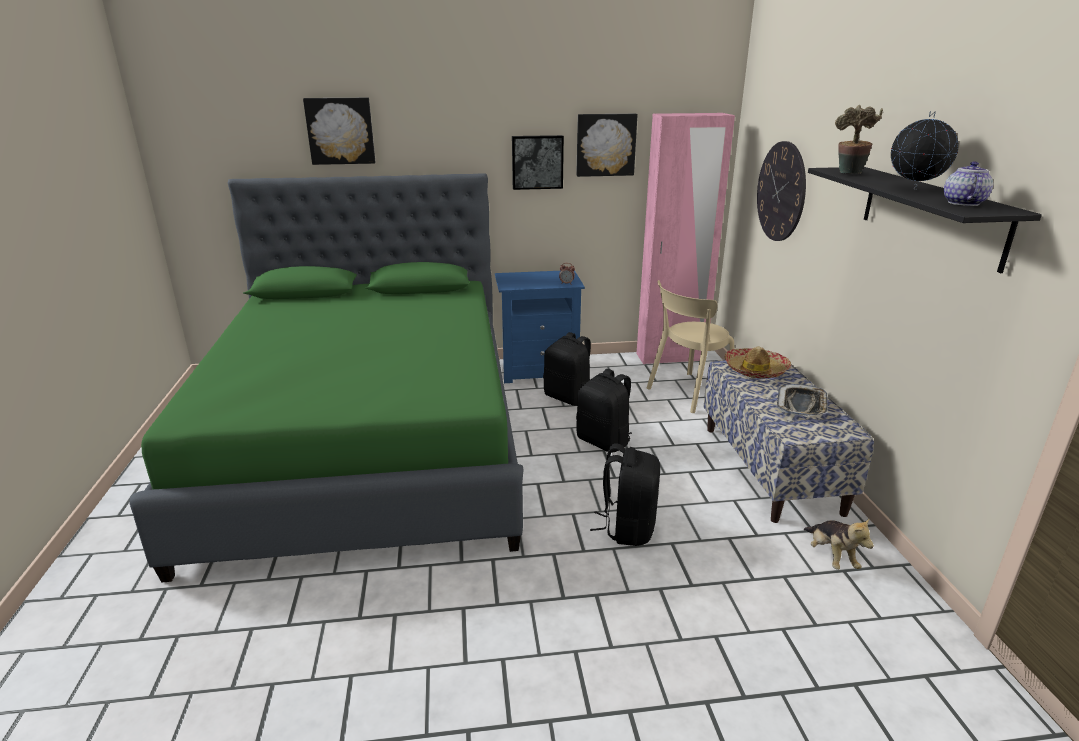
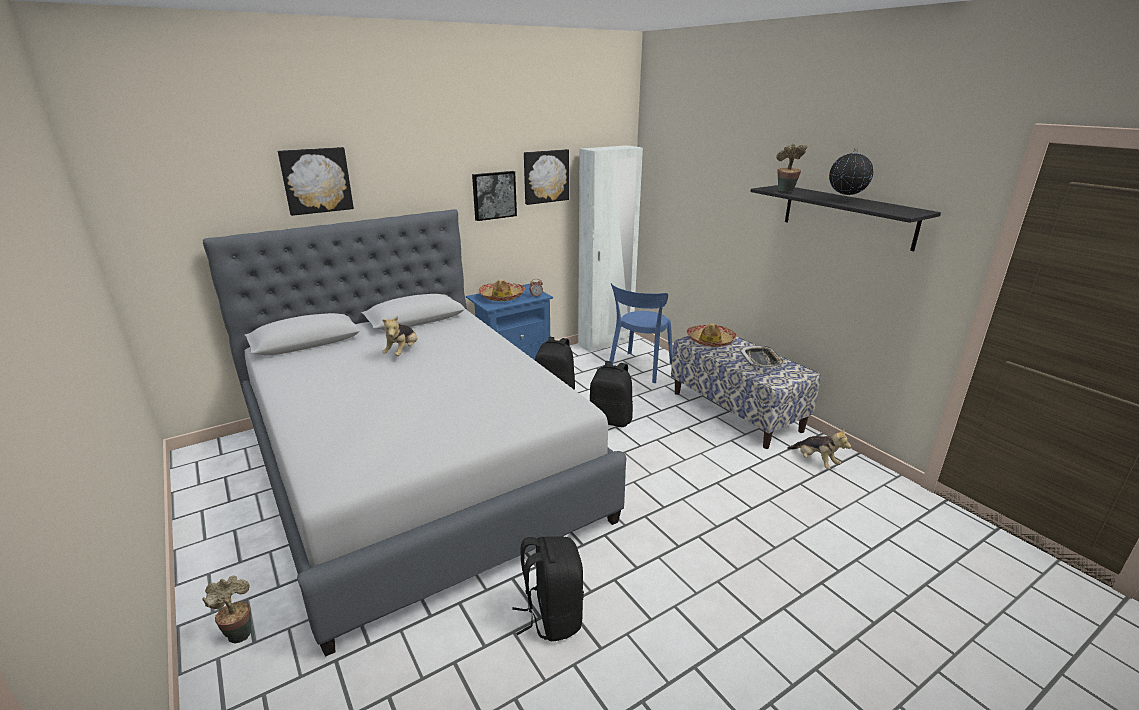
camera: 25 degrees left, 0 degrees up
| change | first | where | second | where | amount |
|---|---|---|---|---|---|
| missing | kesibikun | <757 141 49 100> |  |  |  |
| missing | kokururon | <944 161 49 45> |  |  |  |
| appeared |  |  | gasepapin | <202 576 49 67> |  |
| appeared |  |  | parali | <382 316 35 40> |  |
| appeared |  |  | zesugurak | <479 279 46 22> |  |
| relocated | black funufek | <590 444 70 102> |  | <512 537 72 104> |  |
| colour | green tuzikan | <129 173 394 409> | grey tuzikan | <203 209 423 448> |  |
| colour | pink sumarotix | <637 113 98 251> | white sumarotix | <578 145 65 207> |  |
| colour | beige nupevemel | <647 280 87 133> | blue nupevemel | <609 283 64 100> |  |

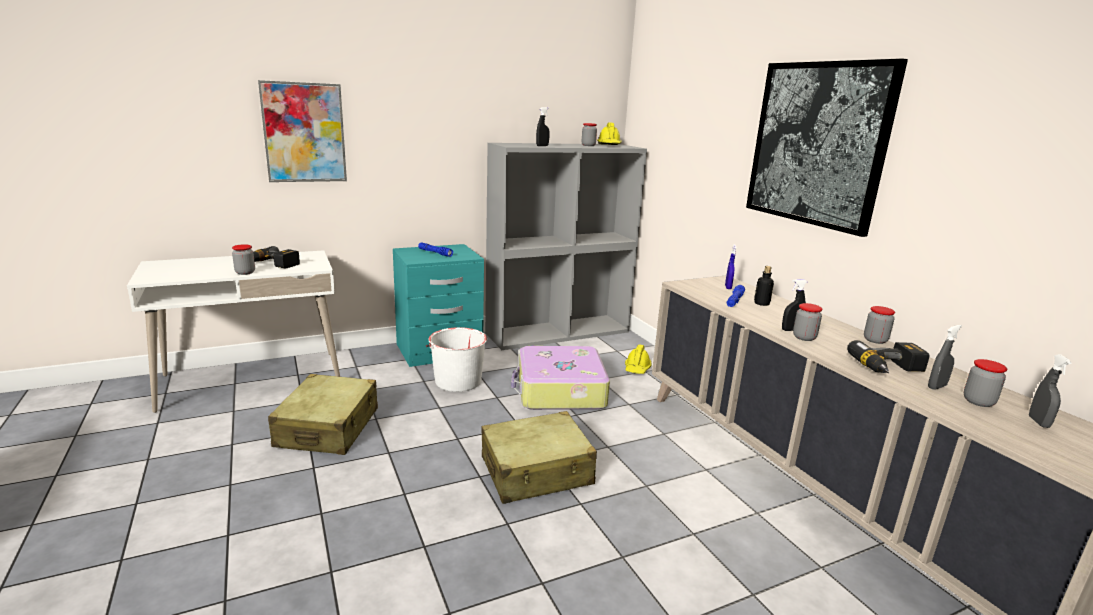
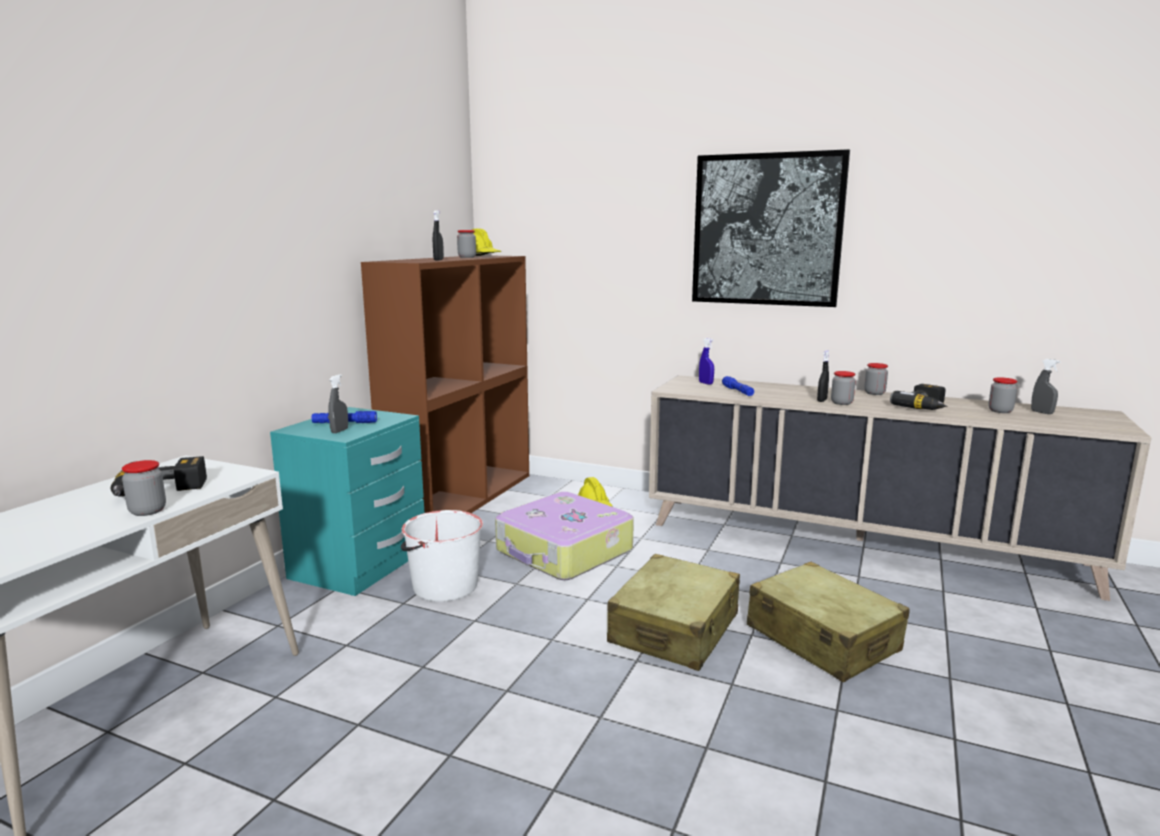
camera: 40 degrees left, 5 degrees down
| change | first | where | second | where | amount |
|---|---|---|---|---|---|
| missing | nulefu | <258 80 89 102> |  |  |  |
| missing | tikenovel | <754 266 20 40> |  |  |  |
| relocated | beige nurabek | <268 374 110 81> |  | <747 562 163 120> |  |
| relocated | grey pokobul | <928 325 34 65> |  | <328 374 20 59> |  |
| colour | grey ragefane | <485 143 162 207> | brown ragefane | <361 255 168 258> |  |

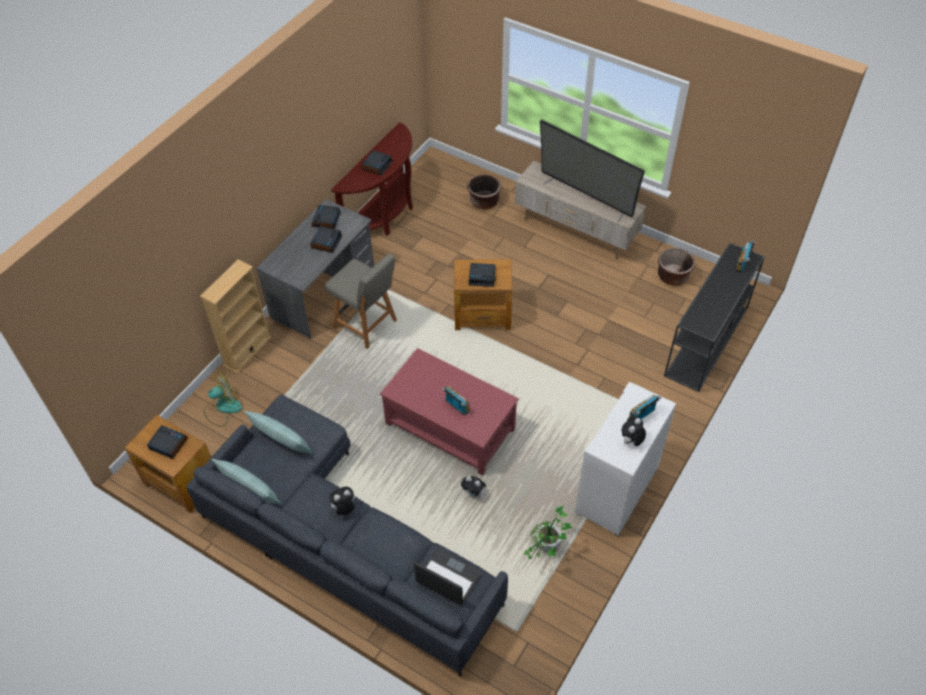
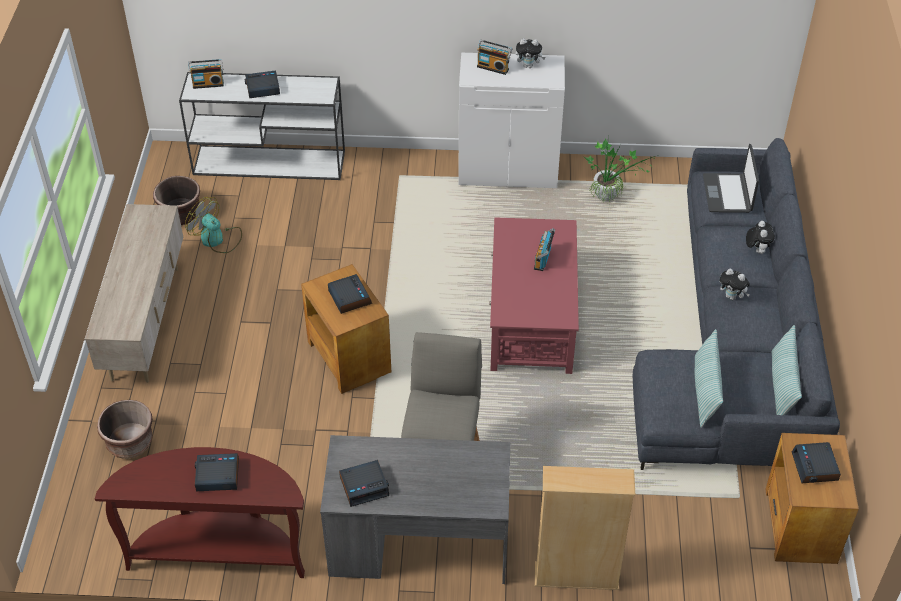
camera: 120 degrees left, 5 degrees down
| change | first | where | second | where | amount |
|---|---|---|---|---|---|
| missing | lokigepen | <540 120 105 102> |  |  |  |
| relocated | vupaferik | <204 371 38 56> |  | <185 197 57 56> |  |
| relocated | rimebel | <310 226 32 27> |  | <244 70 36 28> |  |
| relocated | parali | <461 476 25 21> |  | <746 221 29 33> |  |
| colour | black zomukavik | <664 243 101 149> | white zomukavik | <179 72 166 108> |  |

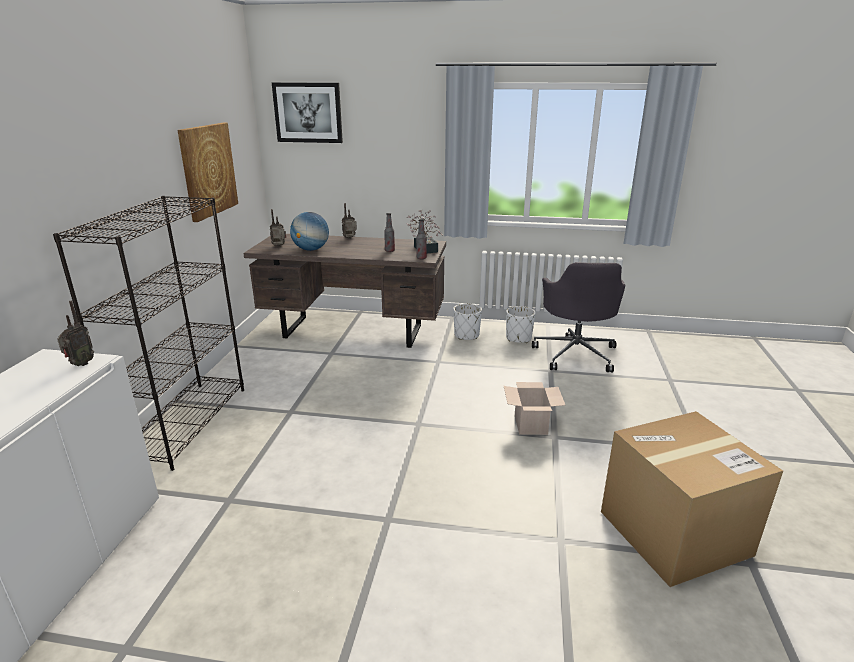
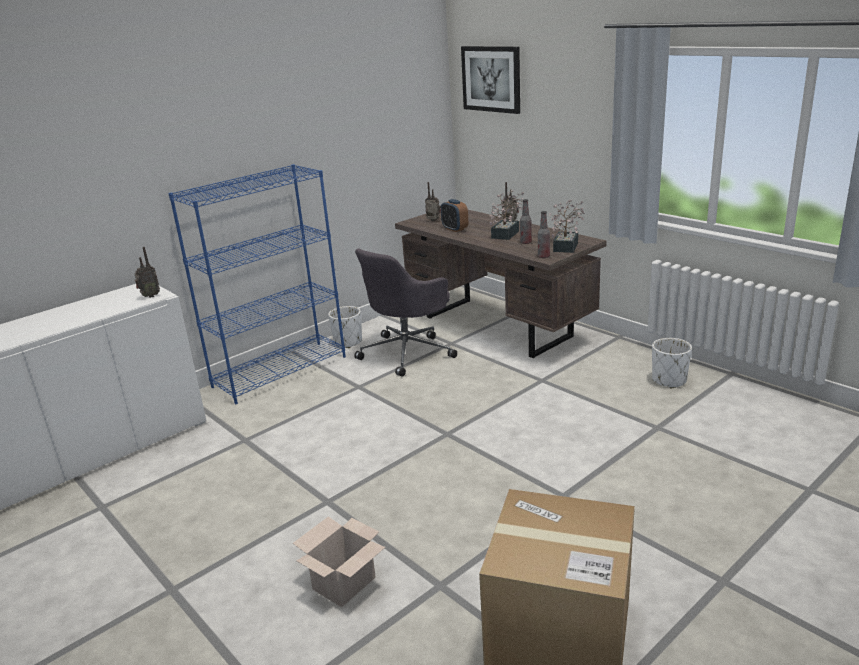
camera: 40 degrees right, 0 degrees up
| change | first | where | second | where | amount |
|---|---|---|---|---|---|
| missing | nulefu | <177 123 61 99> |  |  |  |
| appeared |  |  | gasepapin | <490 190 34 50> |  |
| relocated | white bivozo | <453 303 29 37> |  | <328 306 34 42> |  |
| relocated | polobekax | <504 382 61 53> |  | <293 516 93 91> |  |
| relocated | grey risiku | <532 262 94 110> |  | <354 248 103 129> |  |
| exchanged | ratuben | <290 212 39 39> | rimebel | <441 199 27 33> |  |
| colour | black ragefane | <53 196 191 275> | blue ragefane | <169 164 177 241> |  |

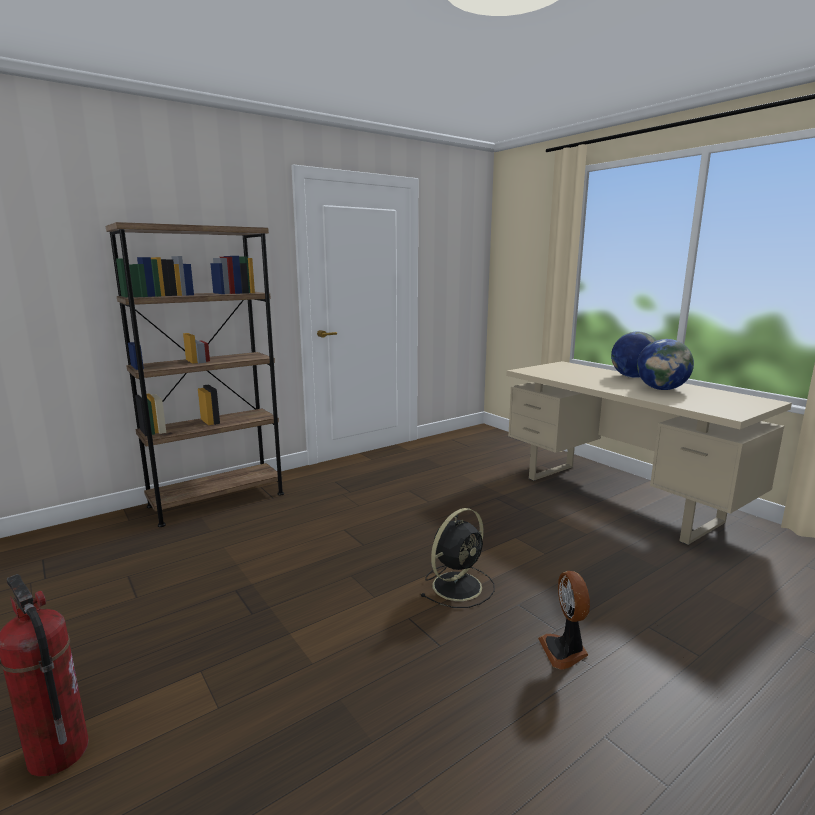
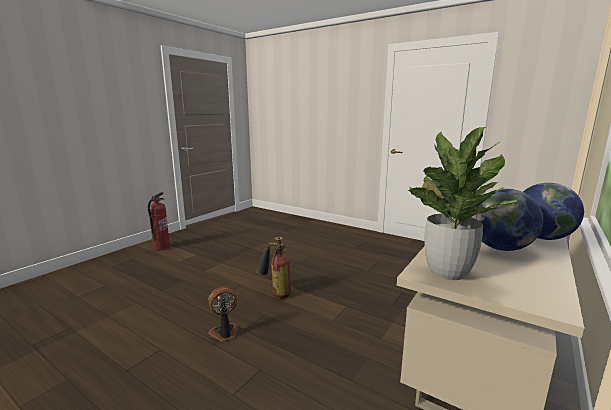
camera: 70 degrees right, 0 degrees up
| change | first | where | second | where | amount |
|---|---|---|---|---|---|
| missing | brown ragefane | <106 222 178 305> |  |  |  |
| appeared |  |  | gasepapin | <407 127 111 153> |  |
| exchanged | black vupaferik | <420 508 75 100> | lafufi | <255 237 36 62> |  |

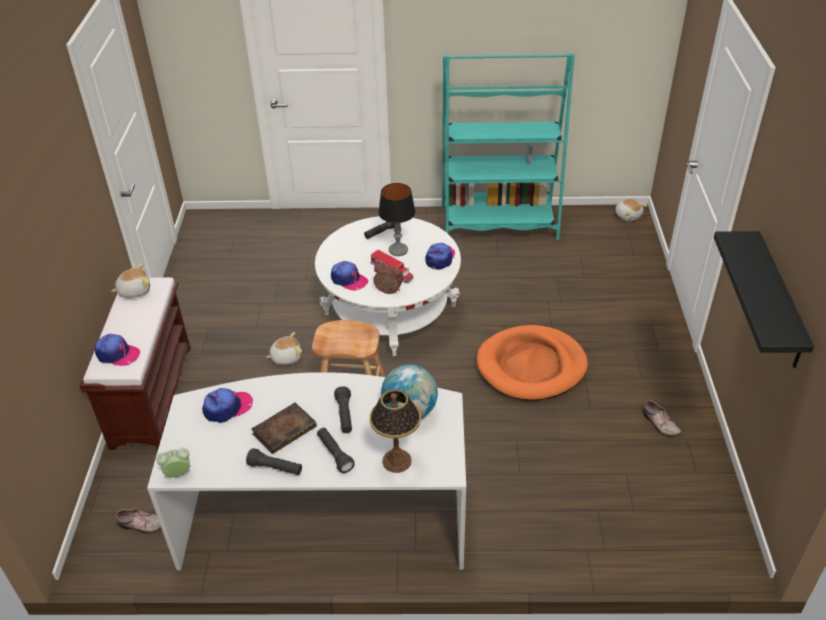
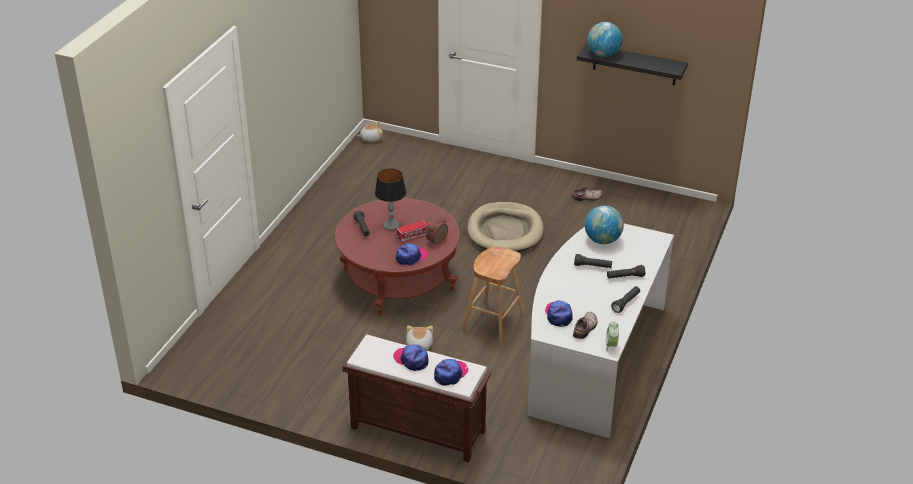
camera: 70 degrees left, 5 degrees down
| change | first | where | second | where | amount |
|---|---|---|---|---|---|
| missing | parali | <111 263 39 35> |  |  |  |
| missing | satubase | <251 403 66 51> |  |  |  |
| missing | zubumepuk | <370 389 51 84> |  |  |  |
| missing | turquoise ragefane | <442 53 132 187> |  |  |  |
| appeared |  |  | ratuben | <588 22 35 35> |  |
| relocated | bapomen | <116 509 46 25> |  | <573 312 24 27> |  |
| relocated | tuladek | <426 243 29 27> |  | <393 345 35 26> |  |
| colour | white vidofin | <315 216 146 140> | red vidofin | <335 198 125 117> |  |
| colour | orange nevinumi | <477 325 111 76> | beige nevinumi | <467 202 77 50> |  |

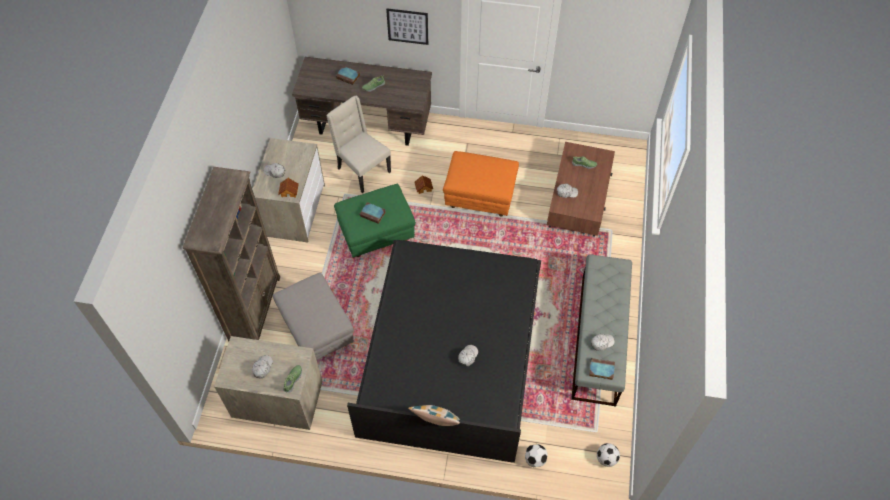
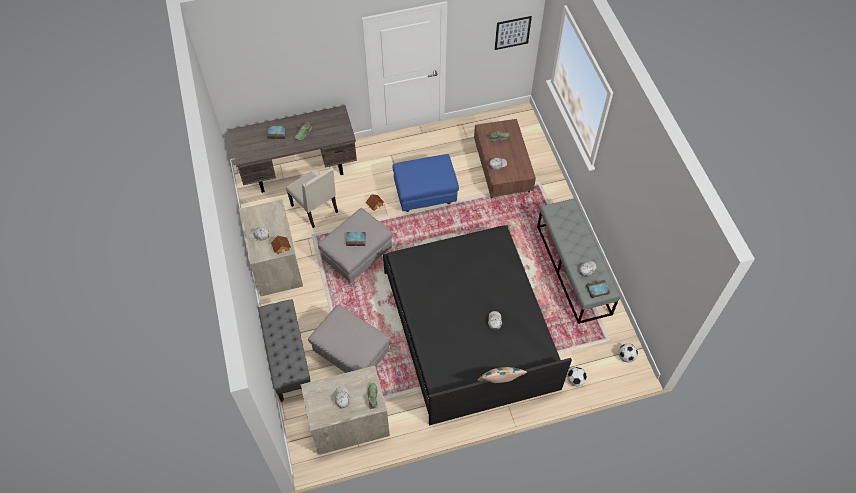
camera: 25 degrees left, 0 degrees up
| change | first | where | second | where | amount |
|---|---|---|---|---|---|
| relocated | nulefu | <386 8 42 37> |  | <495 16 37 34> |  |
| exchanged | brown ragefane | <183 167 97 174> | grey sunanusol | <258 299 53 103> |  |
| colour | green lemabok | <334 184 82 74> | grey lemabok | <318 208 75 75> |  |
| colour | orange lemabok | <443 151 76 66> | blue lemabok | <392 154 67 58> |  |
| spun | beige nupevemel | <326 95 65 98> |  | <286 166 52 62> | 150 degrees counterclockwise |

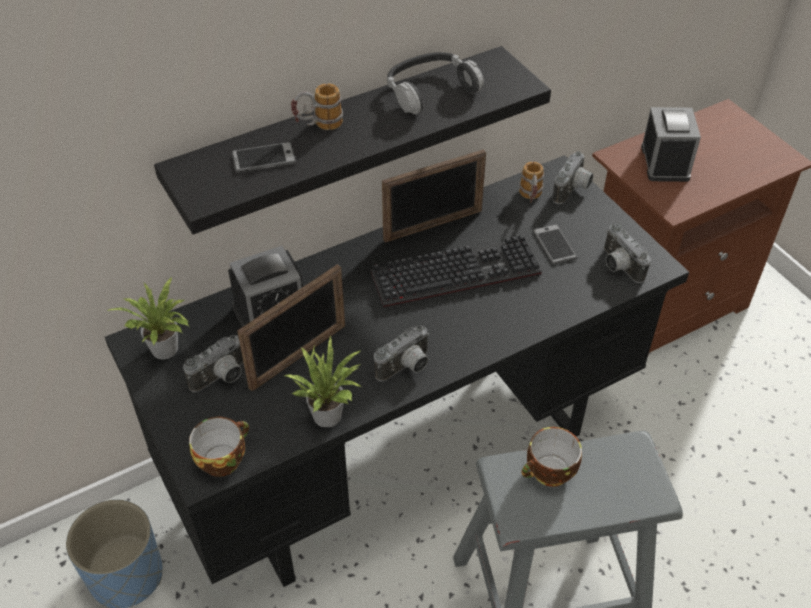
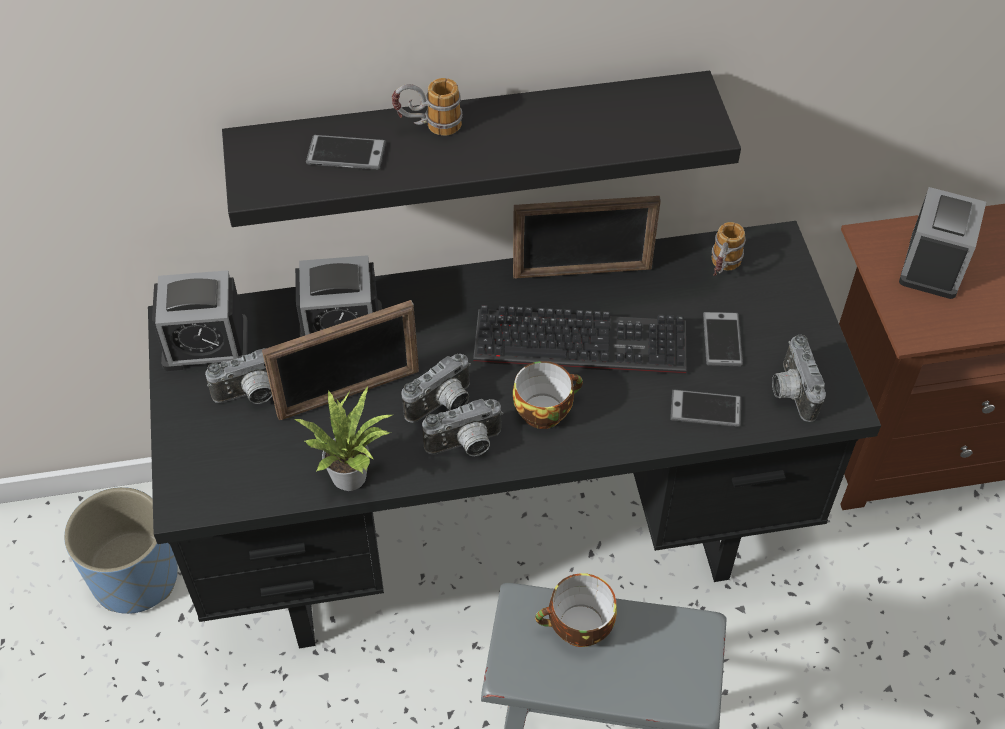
camera: 20 degrees right, 5 degrees up
| change | first | where | second | where | amount |
|---|---|---|---|---|---|
| missing | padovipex | <387 52 97 62> |  |  |  |
| appeared |  |  | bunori | <670 390 71 37> |  |
| relocated | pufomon | <189 417 60 60> |  | <513 361 70 68> |  |
| relocated | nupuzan | <553 151 40 53> |  | <401 354 70 69> |  |
| exchanged | gasepapin | <107 277 82 82> | rimebel | <152 270 96 101> |  |

